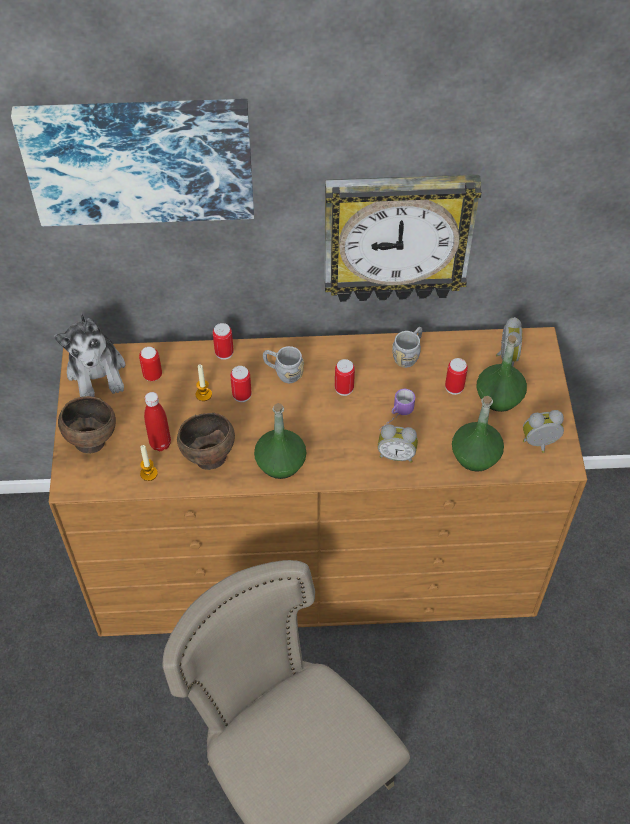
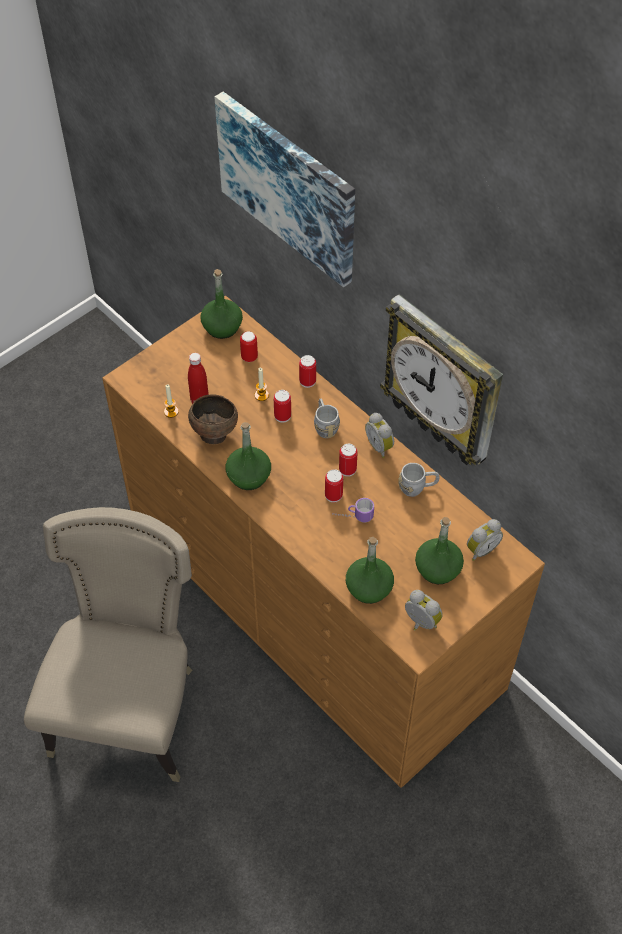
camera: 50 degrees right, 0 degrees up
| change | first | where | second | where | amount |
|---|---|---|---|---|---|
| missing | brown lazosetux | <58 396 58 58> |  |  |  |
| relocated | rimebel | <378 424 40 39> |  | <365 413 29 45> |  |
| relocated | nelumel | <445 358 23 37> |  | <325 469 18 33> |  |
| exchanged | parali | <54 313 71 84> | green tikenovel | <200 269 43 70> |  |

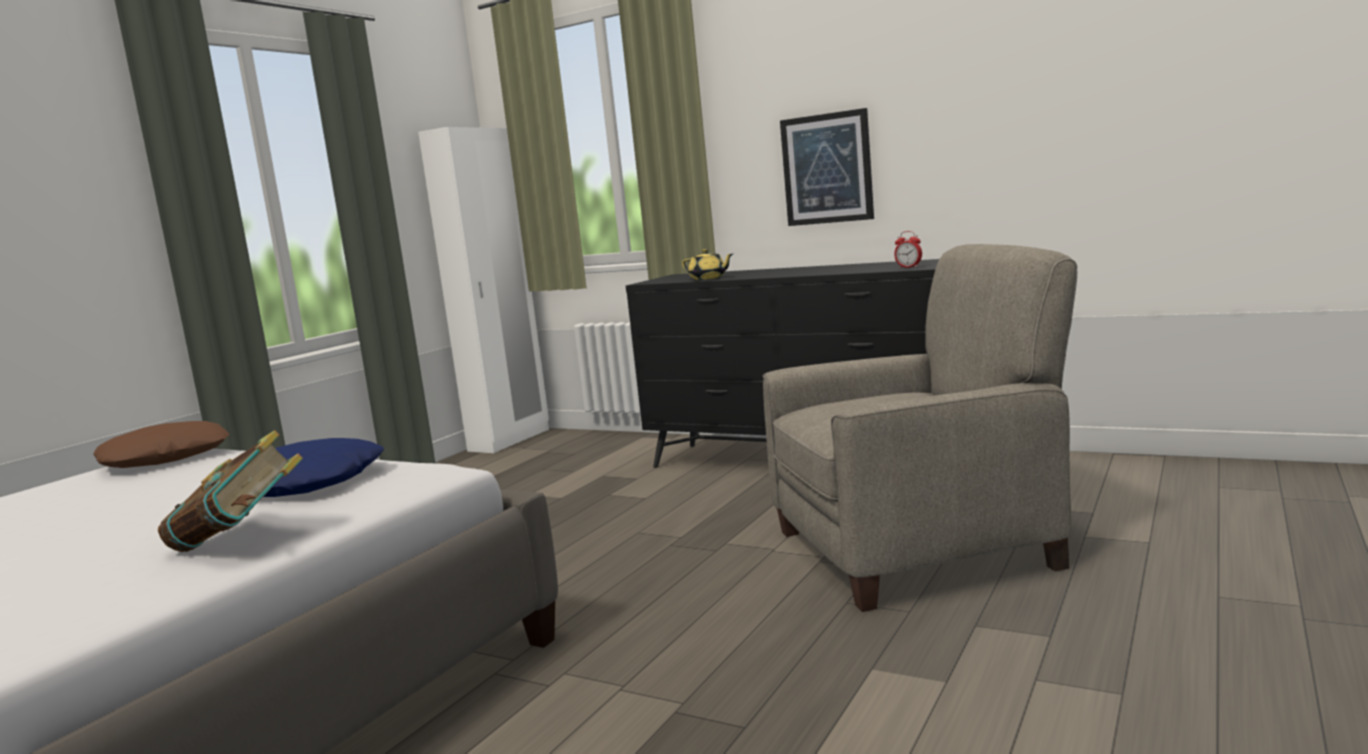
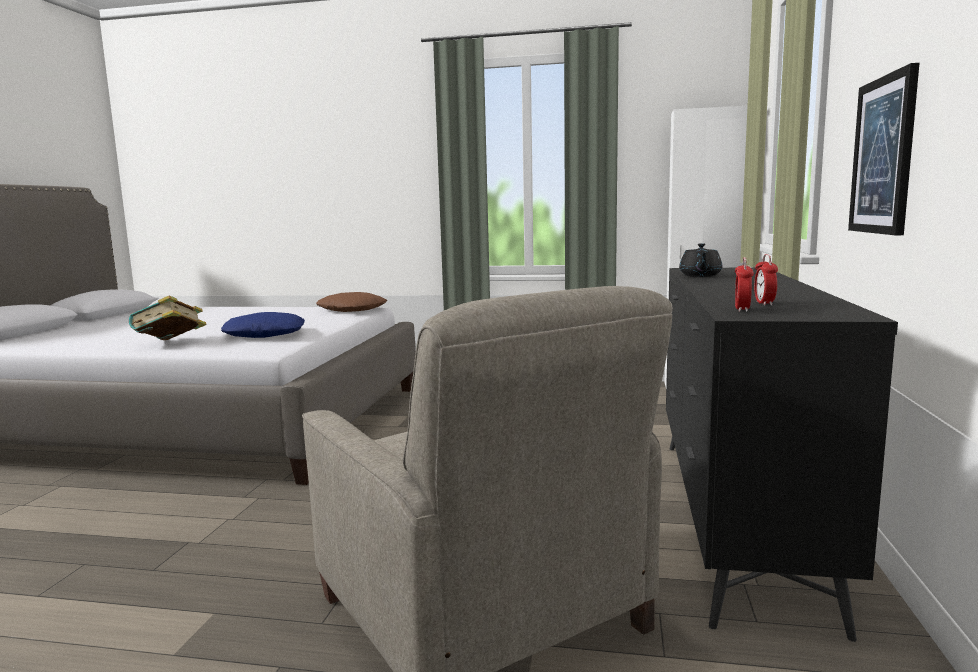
camera: 70 degrees right, 0 degrees up
| change | first | where | second | where | amount |
|---|---|---|---|---|---|
| appeared |  |  | rimebel | <754 254 24 52> |  |
| colour | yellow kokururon | <682 249 51 31> | black kokururon | <679 243 43 34> |  |

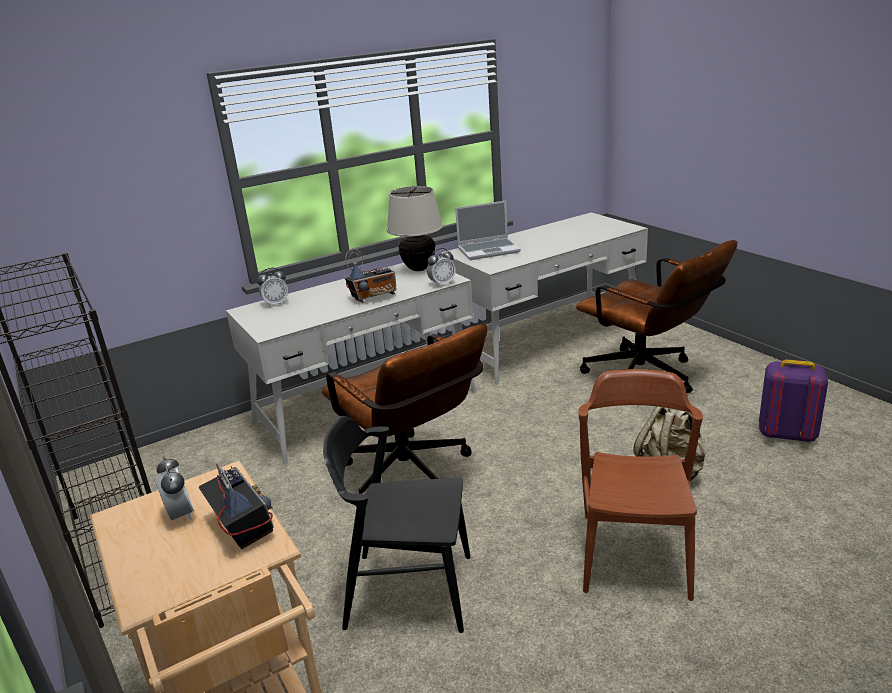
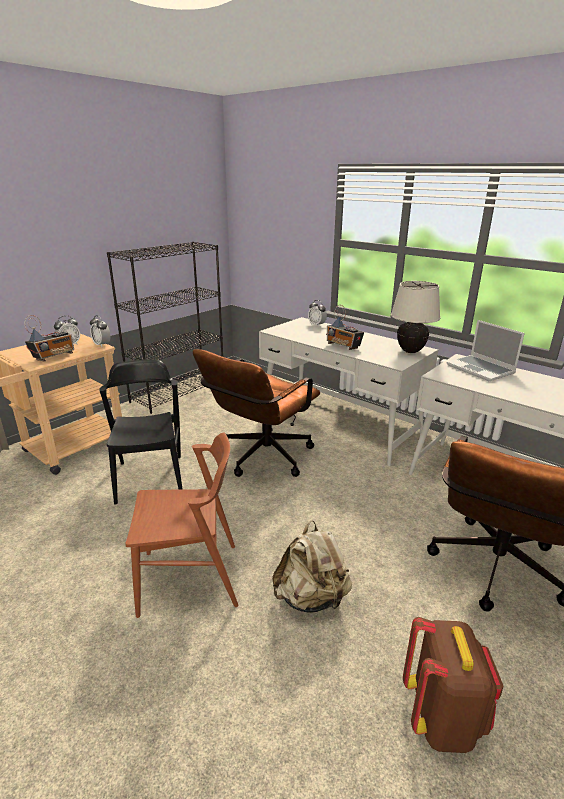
camera: 70 degrees right, 0 degrees up
| change | first | where | second | where | amount |
|---|---|---|---|---|---|
| relocated | rimebel | <427 248 29 39> |  | <90 315 21 32> |  |
| colour | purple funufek | <759 360 69 83> | brown funufek | <403 617 101 136> |  |

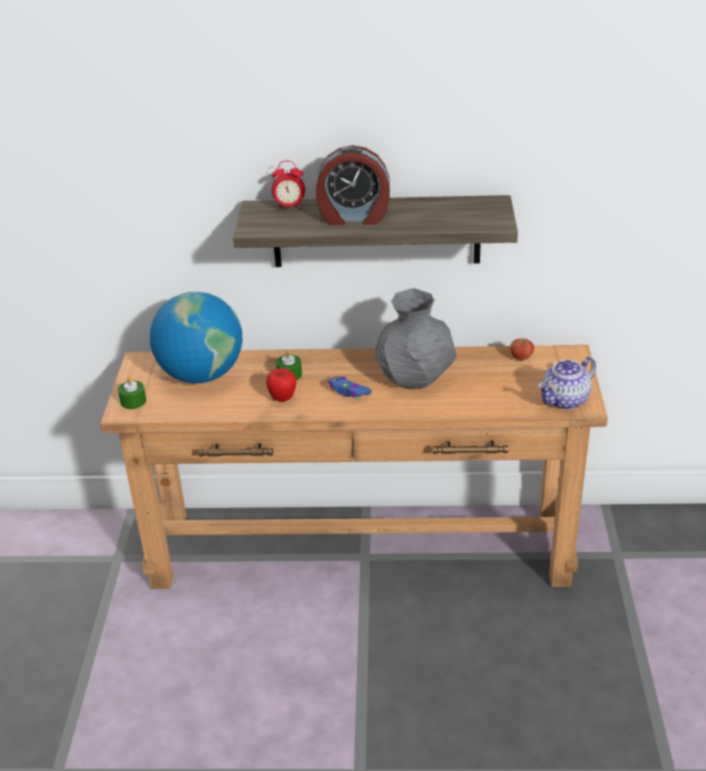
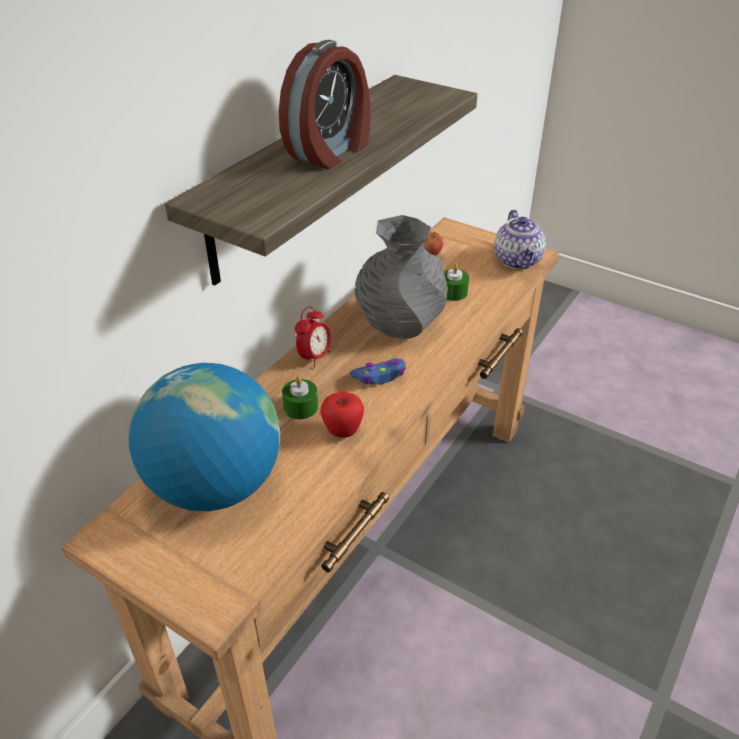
camera: 60 degrees left, 5 degrees up
| change | first | where | second | where | amount |
|---|---|---|---|---|---|
| relocated | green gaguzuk | <118 376 28 33> |  | <444 263 25 38> |  |
| relocated | rimebel | <272 161 33 50> |  | <295 306 36 61> |  |

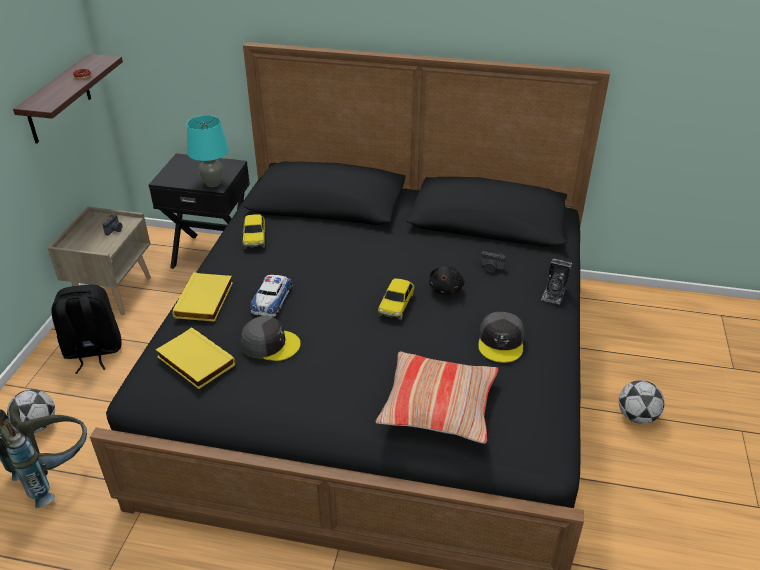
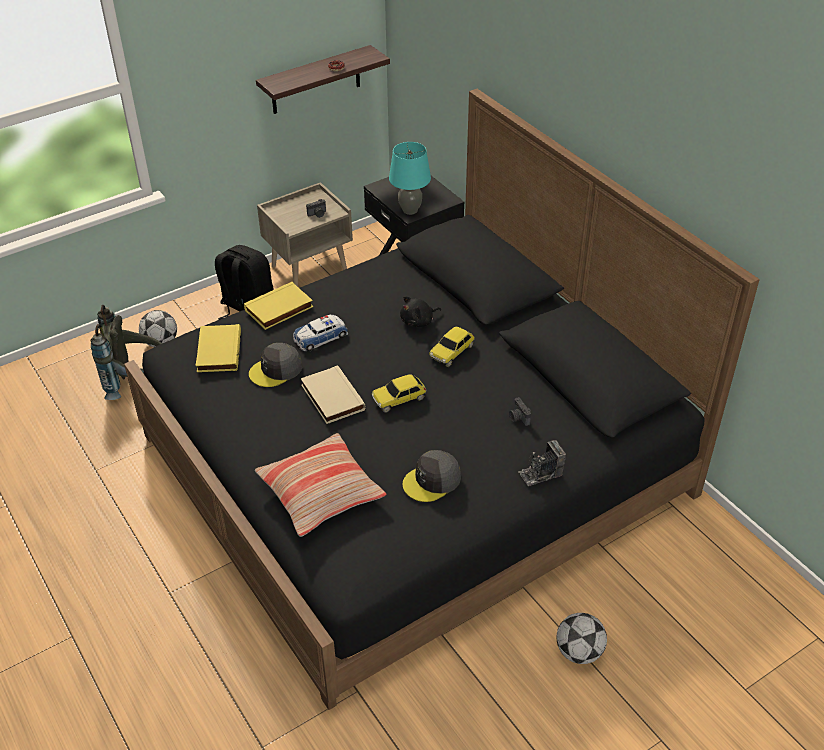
camera: 45 degrees right, 5 degrees up
| change | first | where | second | where | amount |
|---|---|---|---|---|---|
| appeared |  |  | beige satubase | <301 365 65 59> |  |
| relocated | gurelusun | <242 214 23 35> |  | <429 327 46 40> |  |
| relocated | black parali | <429 265 36 29> |  | <400 296 41 31> |  |
| spun | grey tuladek | <241 316 60 45> |  | <249 343 53 44> | 90 degrees clockwise |

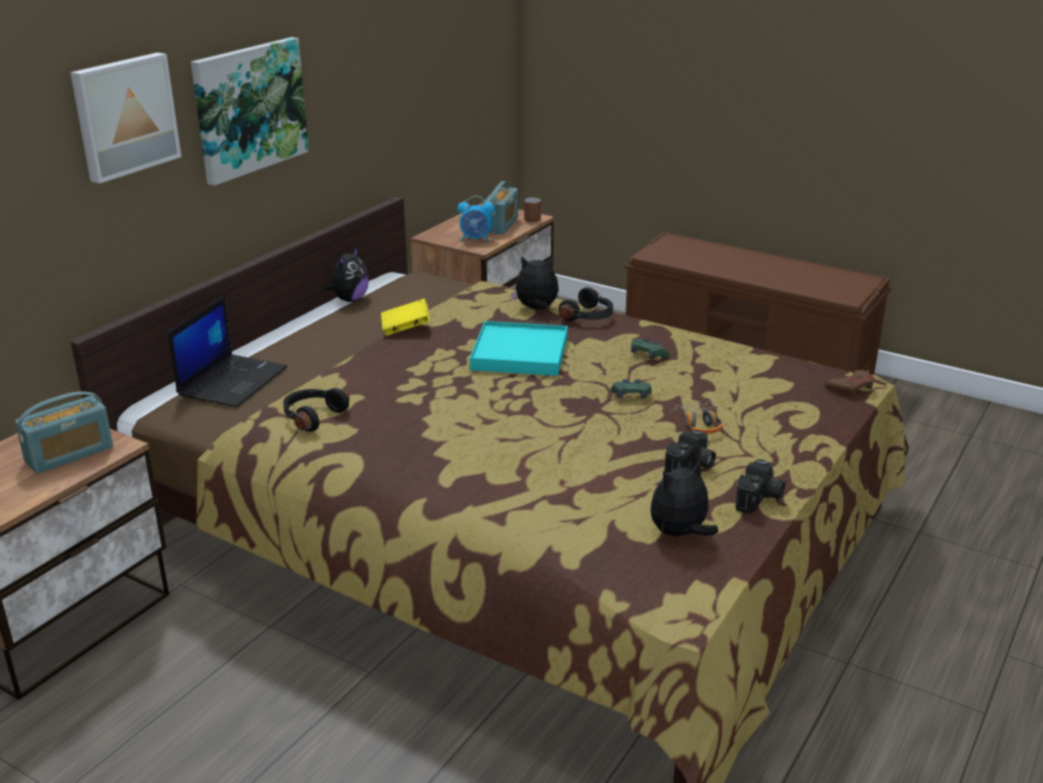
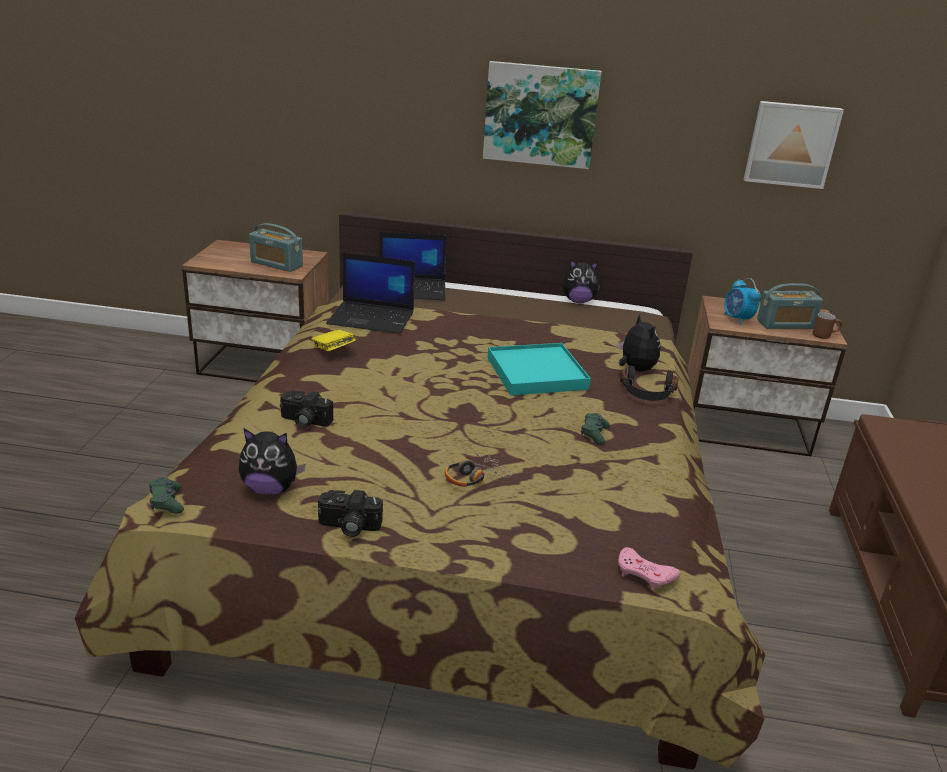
camera: 65 degrees right, 0 degrees up
| change | first | where | second | where | amount |
|---|---|---|---|---|---|
| relocated | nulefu | <70 52 111 132> |  | <744 101 100 88> |  |
| relocated | yellow satubase | <381 299 49 37> |  | <311 330 45 21> |  |
| relocated | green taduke | <611 379 41 19> |  | <149 477 35 37> |  |
| relocated | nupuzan | <664 430 52 44> |  | <280 390 53 38> |  |
| exchanged | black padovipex | <283 388 67 44> | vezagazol | <326 253 89 81> |  |
| colour | brown taduke | <825 370 50 26> | pink taduke | <618 547 62 43> |  |
| spun | parali | <651 459 67 77> |  | <239 429 67 66> | 150 degrees clockwise |

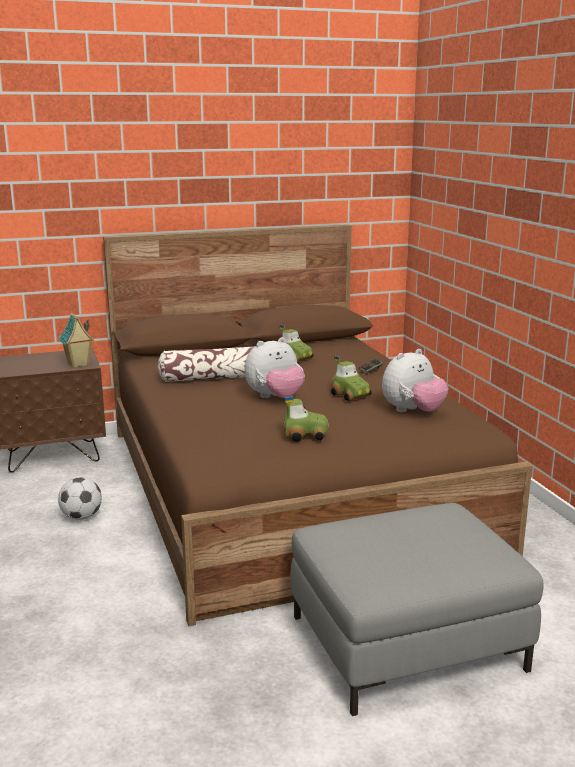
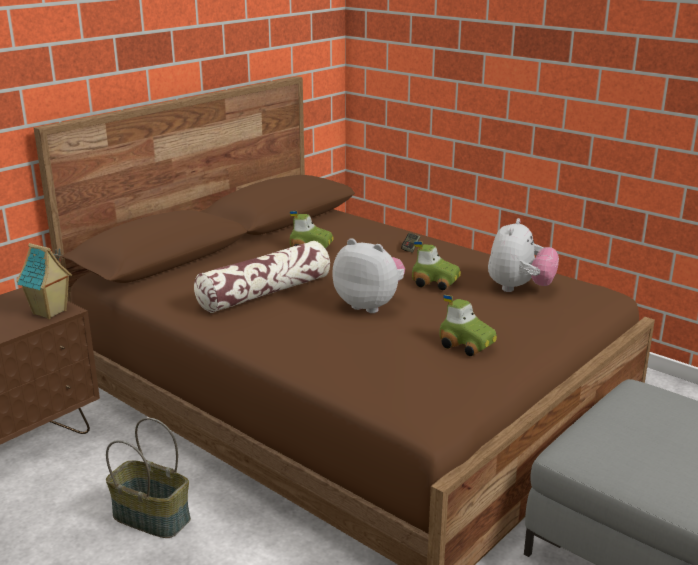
camera: 30 degrees left, 5 degrees up
| change | first | where | second | where | amount |
|---|---|---|---|---|---|
| exchanged | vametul | <58 477 44 43> | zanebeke | <106 418 85 120> |  |
| spun | parali | <244 337 61 61> |  | <332 238 73 75> | 90 degrees counterclockwise |
| spun | gurelusun | <284 396 45 46> |  | <440 295 57 61> | 75 degrees clockwise |

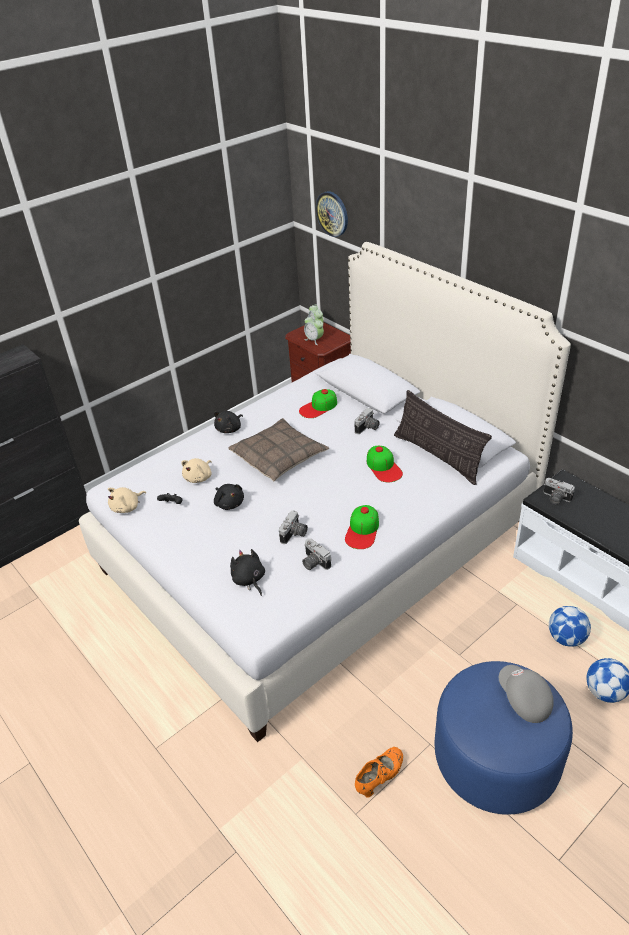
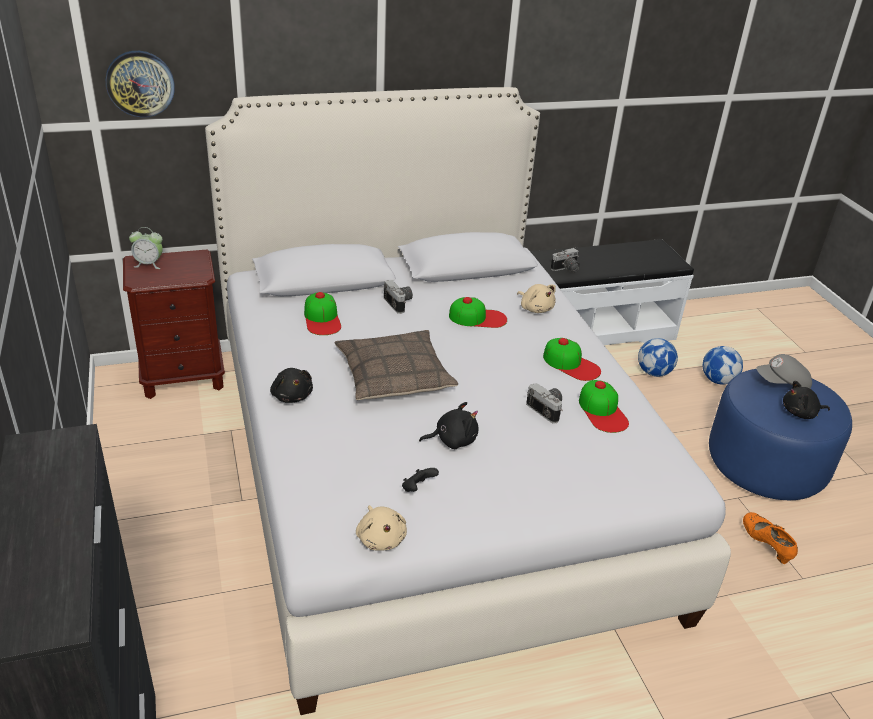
camera: 70 degrees left, 5 degrees down
| change | first | where | second | where | amount |
|---|---|---|---|---|---|
| missing | rimebel | <304 315 20 30> |  |  |  |
| missing | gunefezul | <394 390 98 95> |  |  |  |
| relocated | beige parali | <181 458 31 25> |  | <517 284 39 29> |  |
| relocated | black parali | <230 549 35 47> |  | <783 381 47 38> |  |
| exchanged | nupuzan | <302 538 29 32> | tuladek | <579 380 50 53> |  |

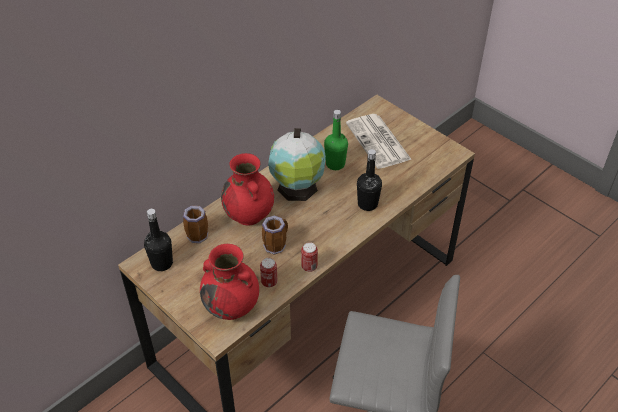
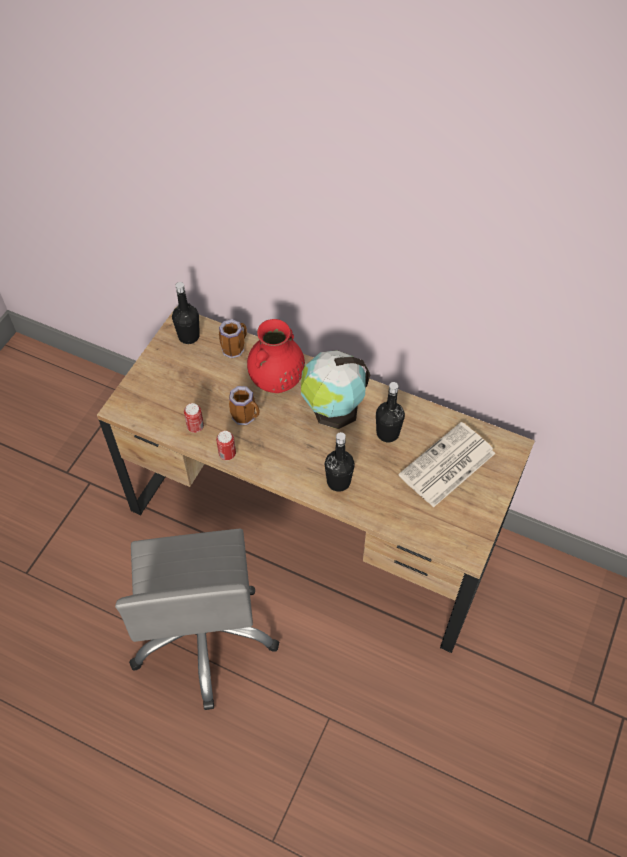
camera: 70 degrees right, 10 degrees up
| change | first | where | second | where | amount |
|---|---|---|---|---|---|
| missing | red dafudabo | <200 244 59 76> |  |  |  |
| colour | green tikenovel | <324 110 24 60> | black tikenovel | <376 382 29 60> |  |

